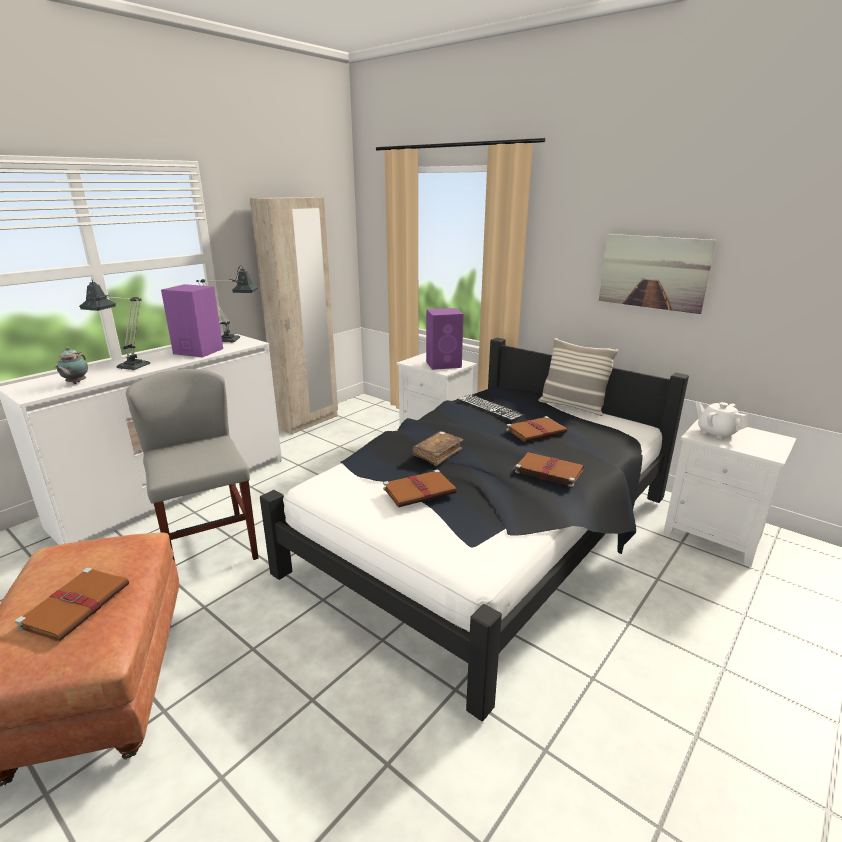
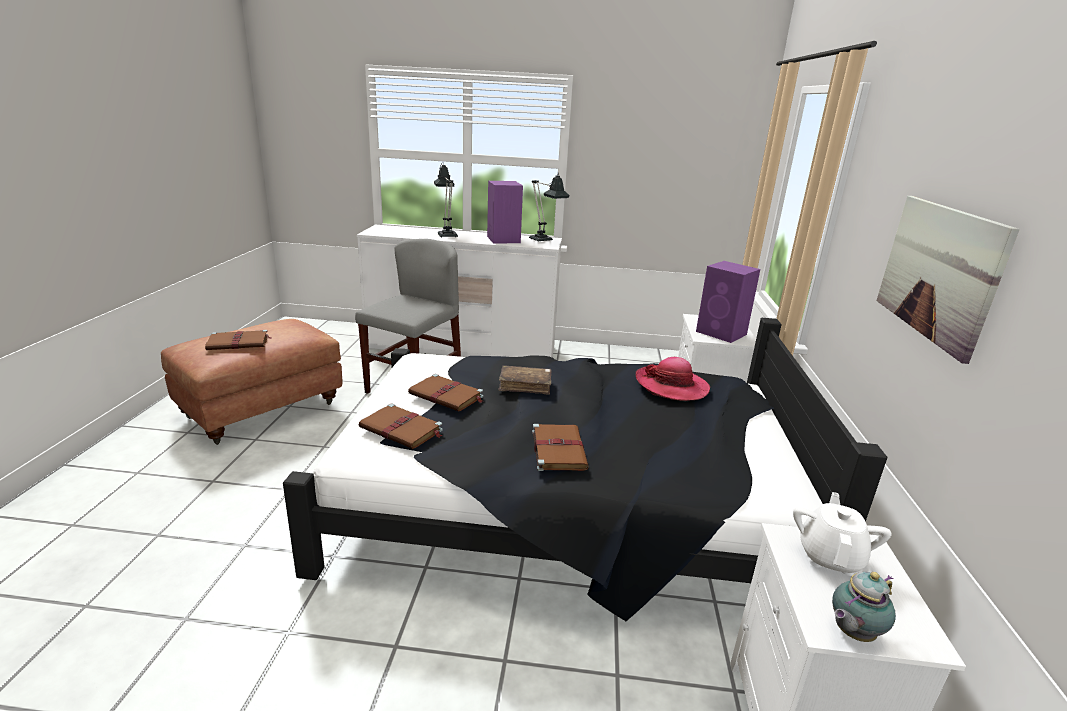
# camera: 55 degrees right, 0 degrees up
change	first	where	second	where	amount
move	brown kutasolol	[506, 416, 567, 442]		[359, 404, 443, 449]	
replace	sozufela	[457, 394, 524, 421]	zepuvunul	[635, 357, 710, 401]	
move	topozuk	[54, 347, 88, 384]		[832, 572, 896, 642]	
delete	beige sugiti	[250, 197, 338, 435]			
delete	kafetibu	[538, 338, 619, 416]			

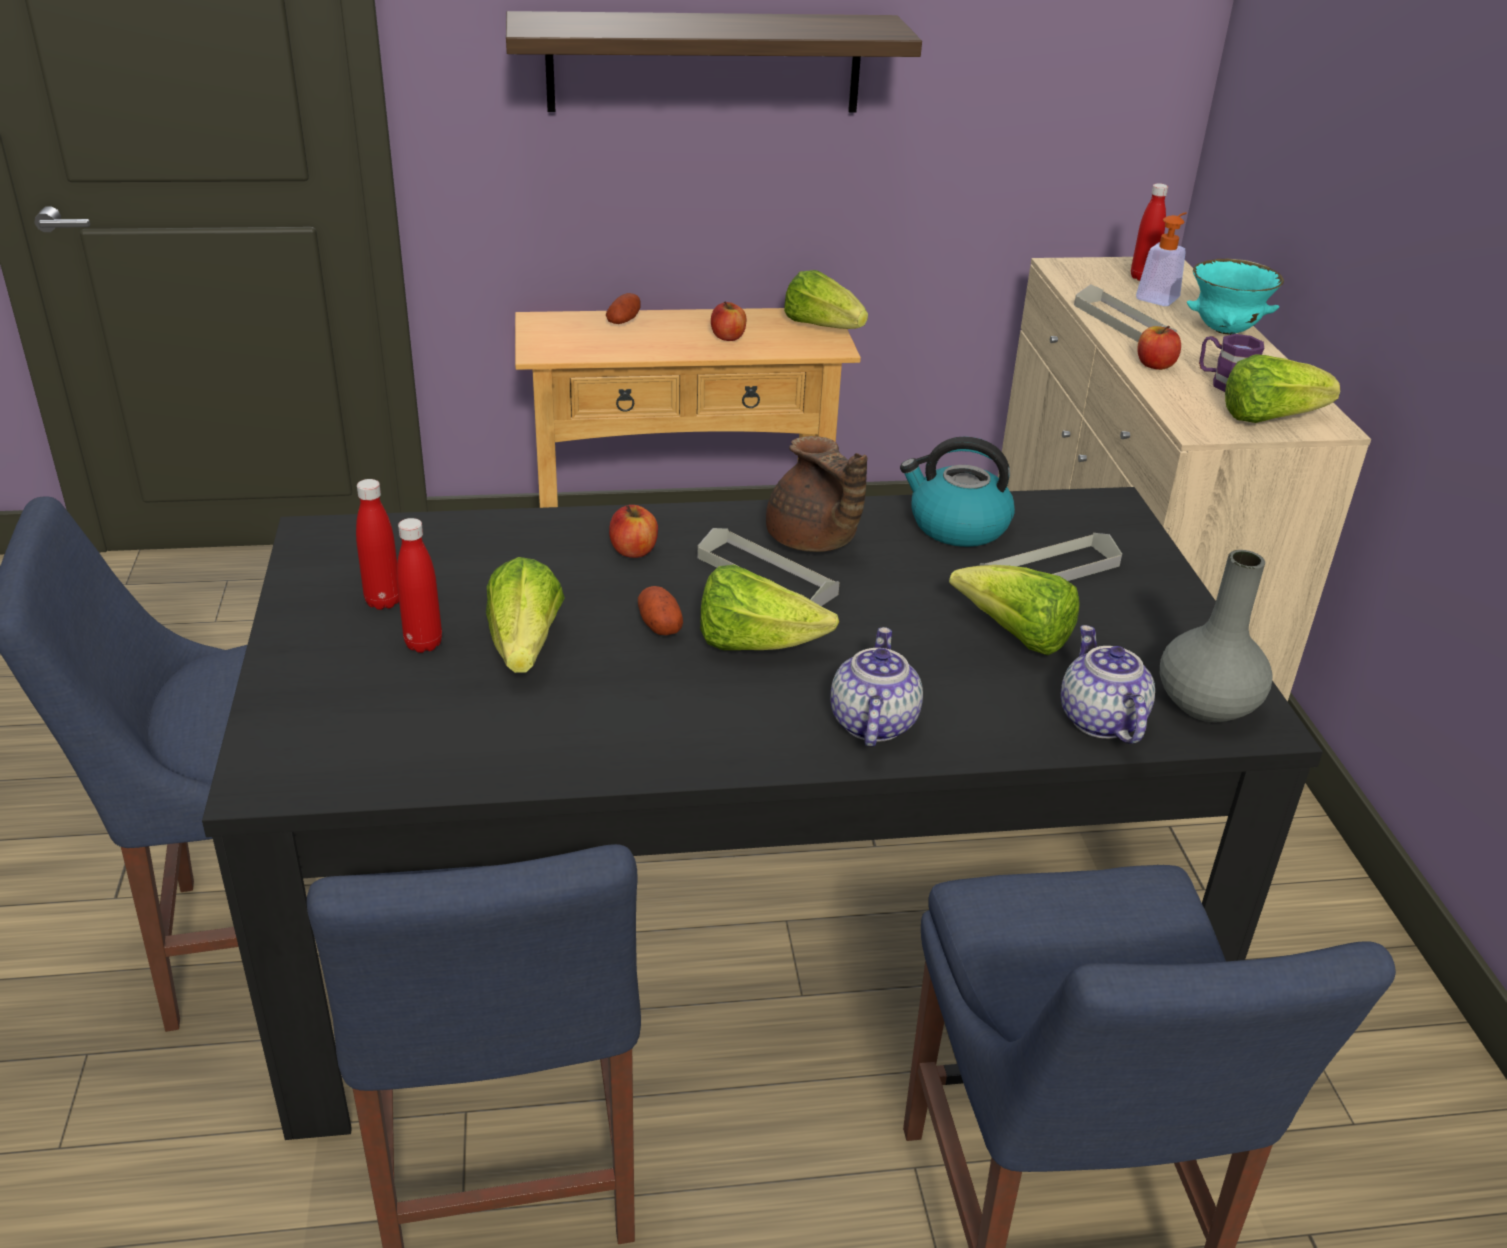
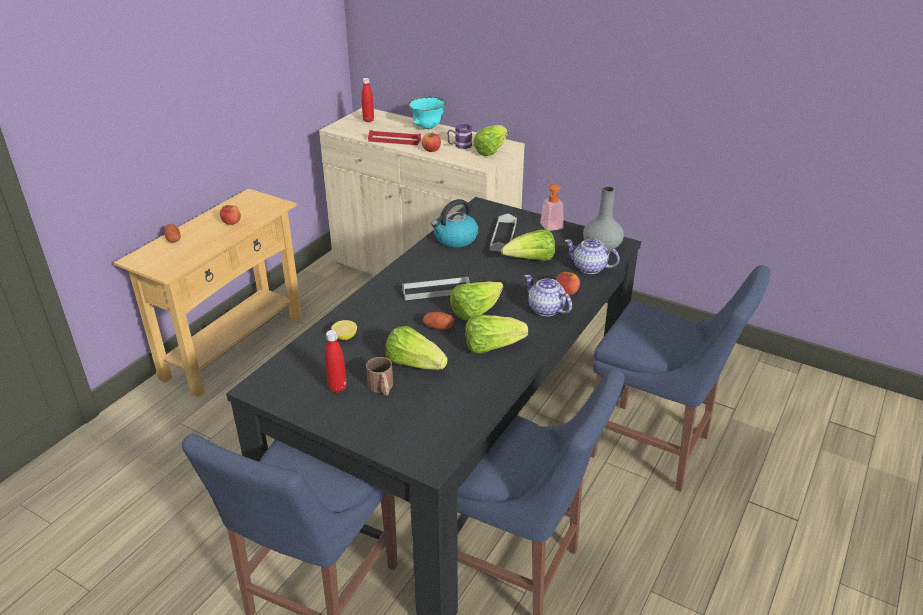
# camera: 50 degrees left, 0 degrees up
change	first	where	second	where	amount
insert			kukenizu	[331, 320, 357, 340]	
replace	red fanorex	[397, 518, 442, 653]	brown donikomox	[366, 357, 393, 396]	
recolor	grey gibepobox	[1074, 285, 1177, 342]	red gibepobox	[368, 130, 421, 145]	
move	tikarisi	[784, 270, 868, 329]		[465, 315, 528, 354]	
move	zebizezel	[1136, 212, 1187, 306]		[540, 180, 564, 231]	
move	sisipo	[609, 505, 658, 558]		[556, 272, 580, 295]	
delete	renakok	[506, 11, 922, 112]			
delete	brown topozuk	[766, 436, 867, 552]			

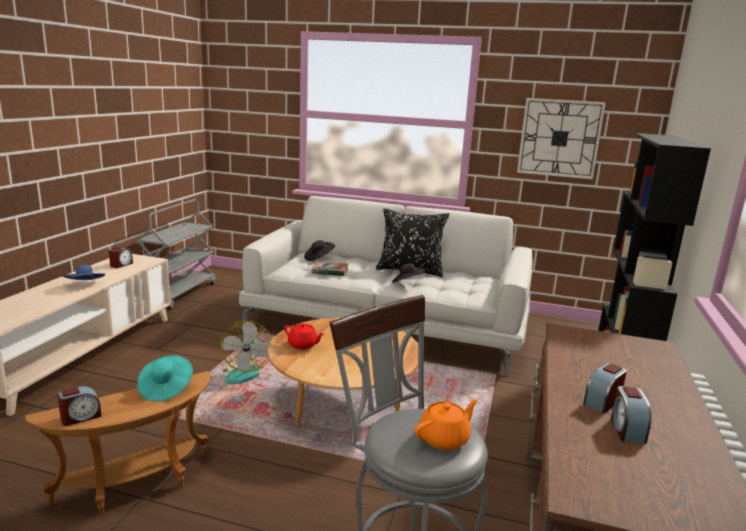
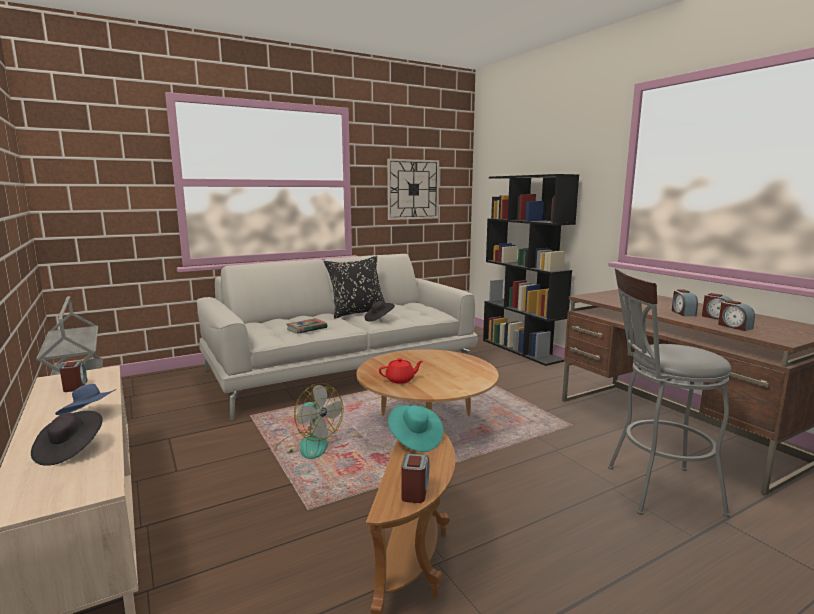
# camera: 45 degrees left, 5 degrees down
change	first	where	second	where	amount
move	black zepuvunul	[304, 240, 335, 261]		[31, 411, 103, 466]	
insert			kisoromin	[718, 300, 755, 331]	
delete	orange topozuk	[415, 399, 478, 450]			

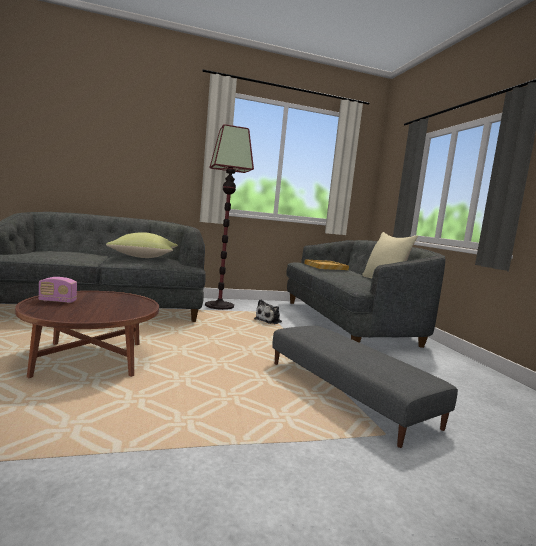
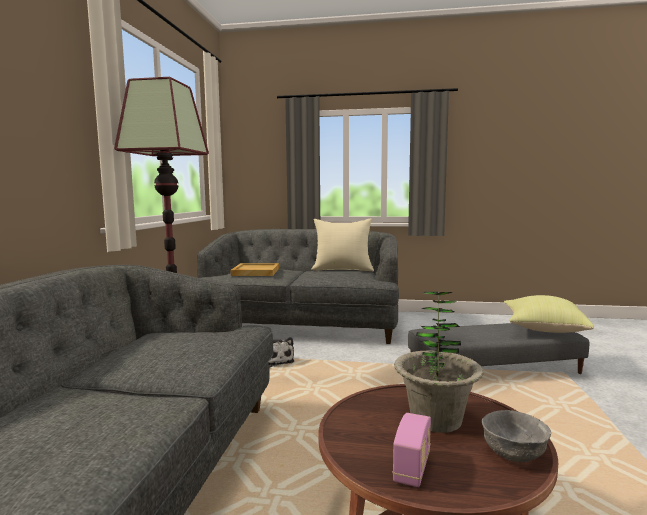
# camera: 65 degrees left, 0 degrees up
change	first	where	second	where	amount
insert			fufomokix	[394, 292, 484, 433]	
insert			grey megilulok	[482, 410, 551, 462]	
move	yellow kafetibu	[106, 232, 178, 258]		[504, 295, 594, 333]	

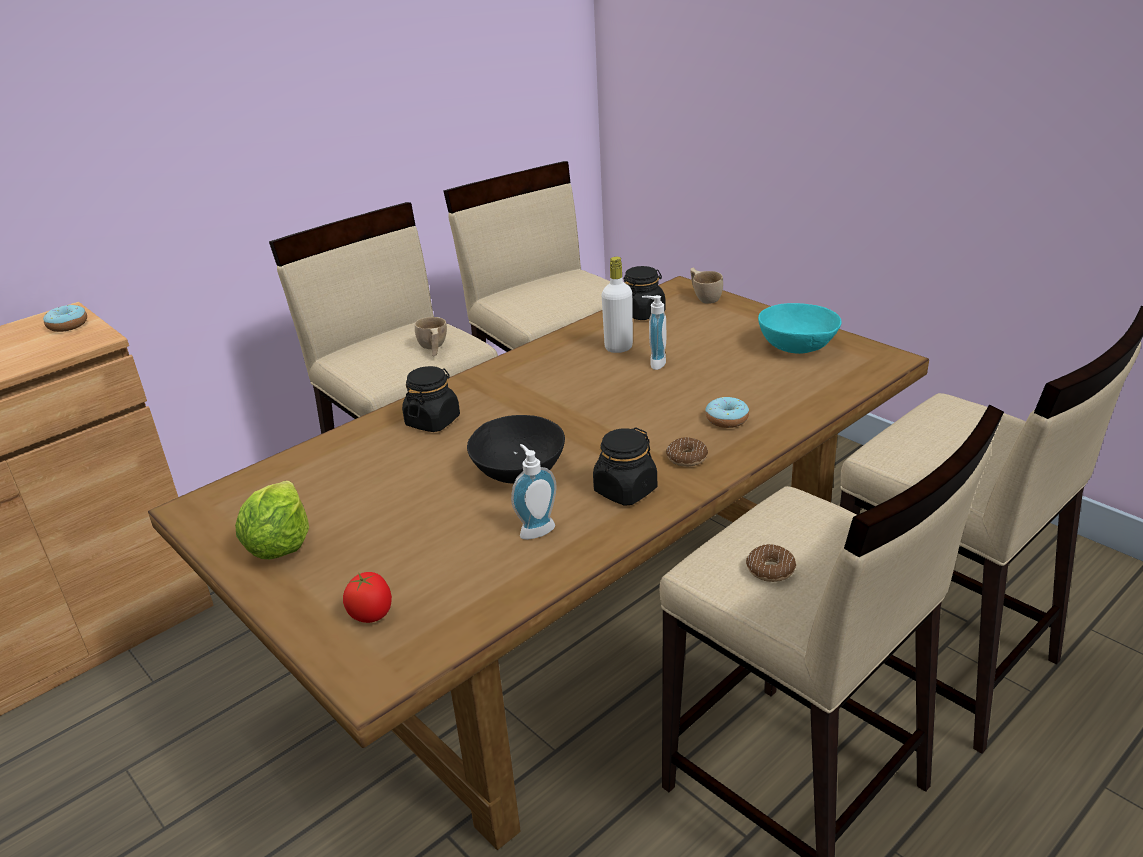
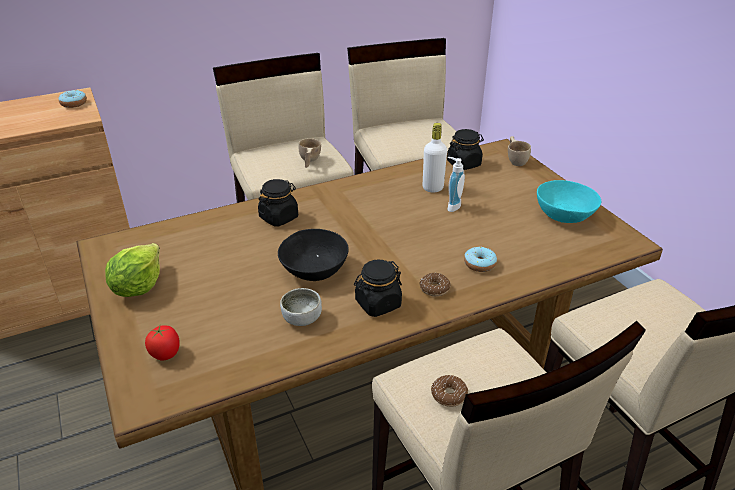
# camera: 15 degrees right, 5 degrees up
change	first	where	second	where	amount
replace	zebizezel	[511, 444, 557, 540]	megilulok	[280, 288, 322, 326]	

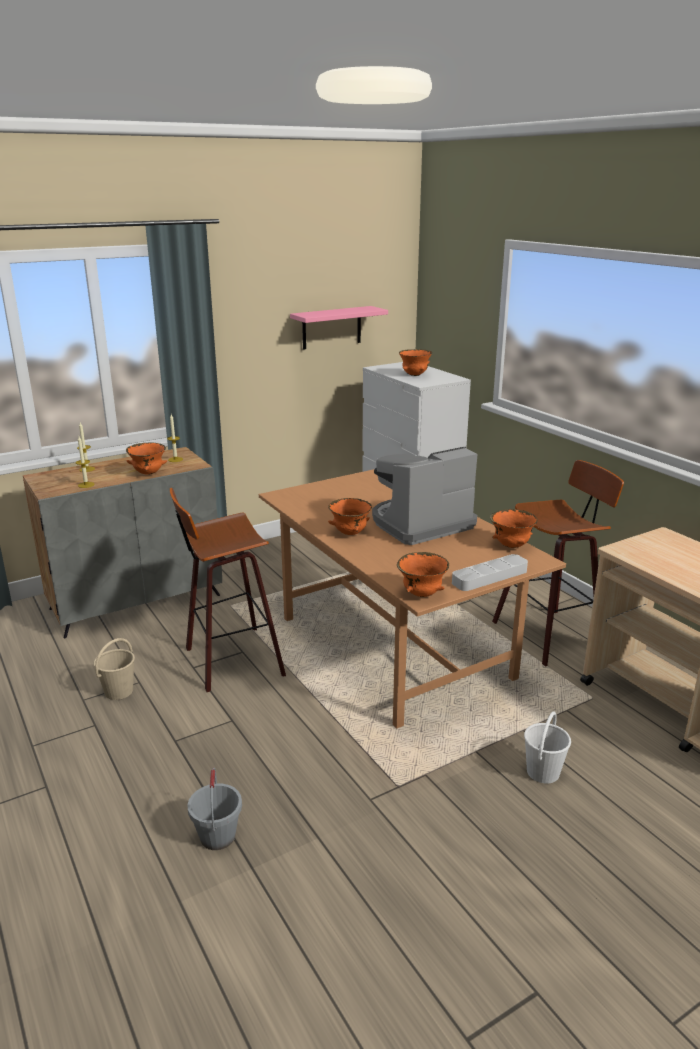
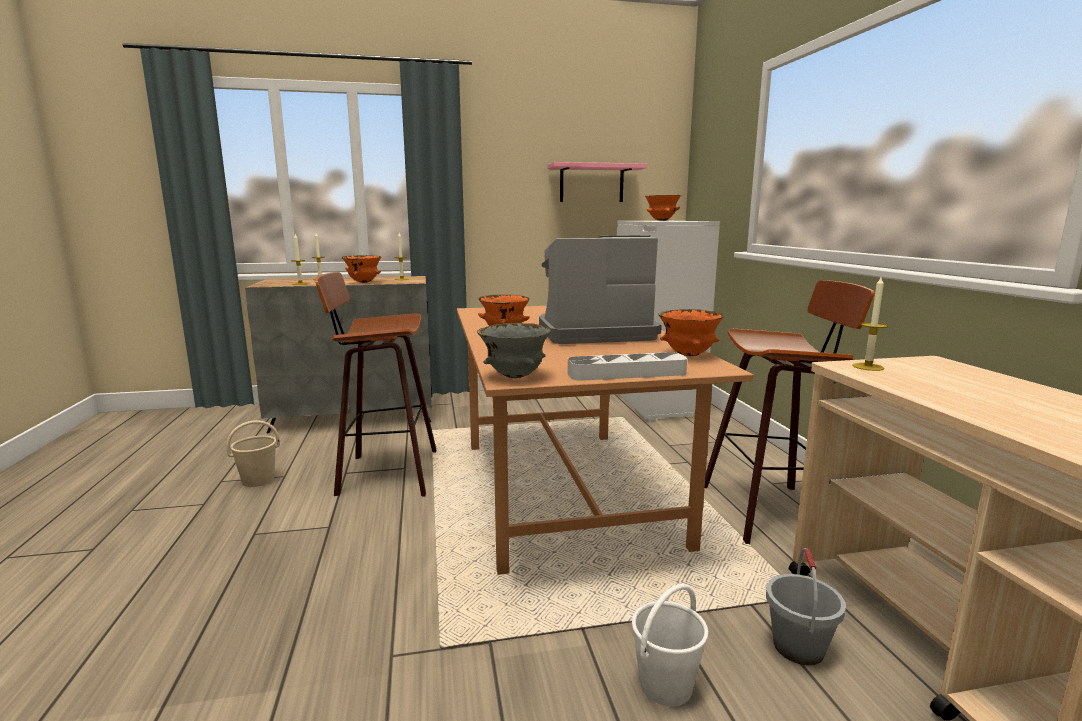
# camera: 20 degrees right, 10 degrees down
change	first	where	second	where	amount
recolor	orange megilulok	[397, 552, 449, 597]	grey megilulok	[477, 323, 551, 378]	
move	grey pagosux	[187, 767, 242, 850]		[766, 548, 846, 665]	
insert			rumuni	[852, 277, 888, 371]	

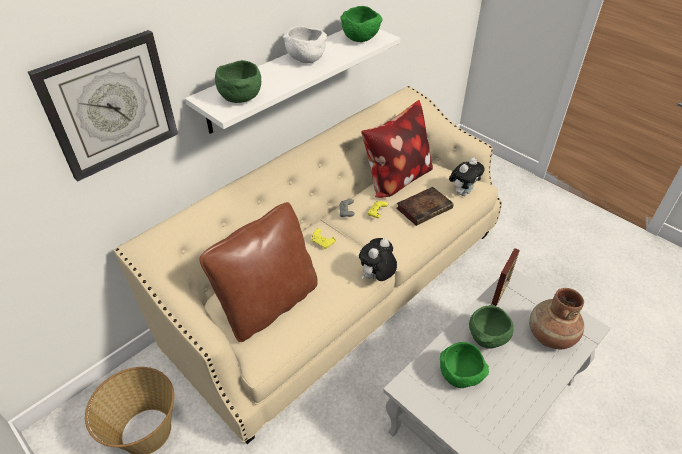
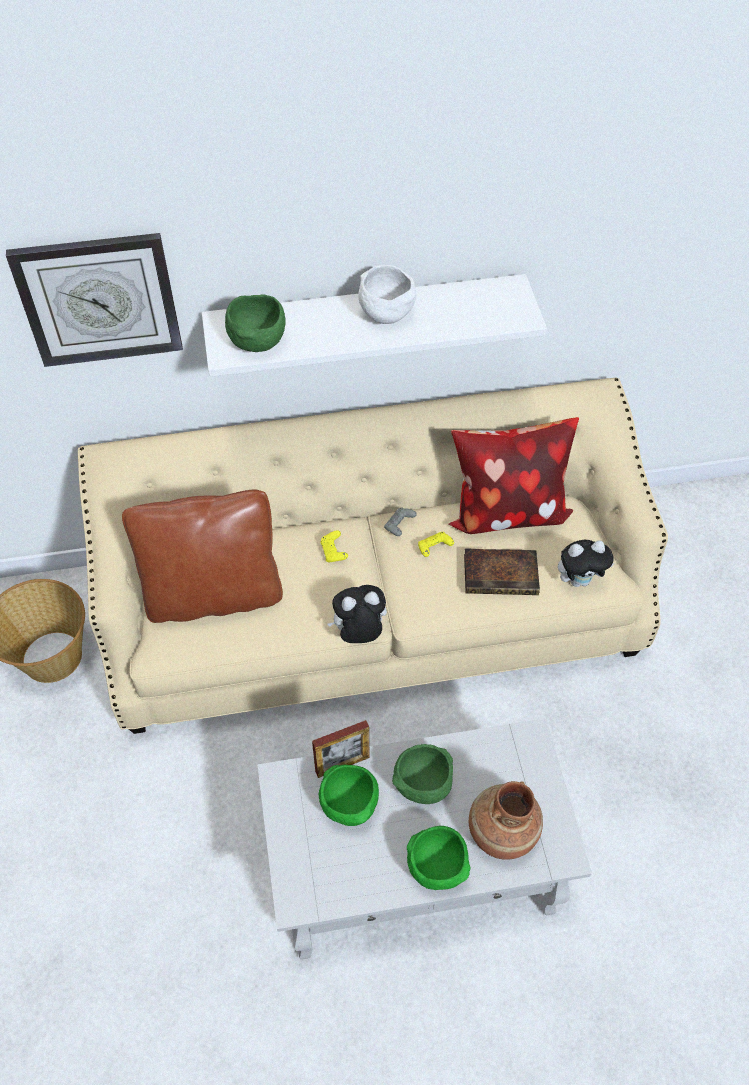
# camera: 35 degrees right, 10 degrees up
change	first	where	second	where	amount
move	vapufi	[491, 248, 520, 306]		[312, 720, 369, 778]	
move	green megilulok	[340, 6, 383, 42]		[407, 826, 471, 890]	

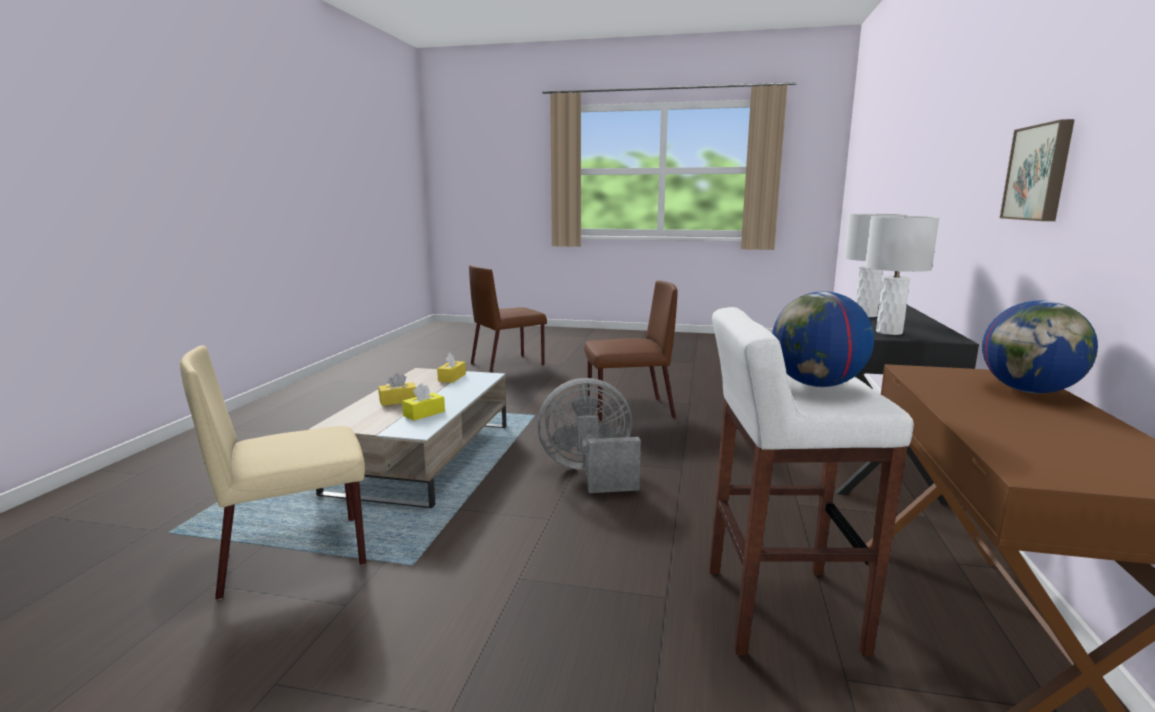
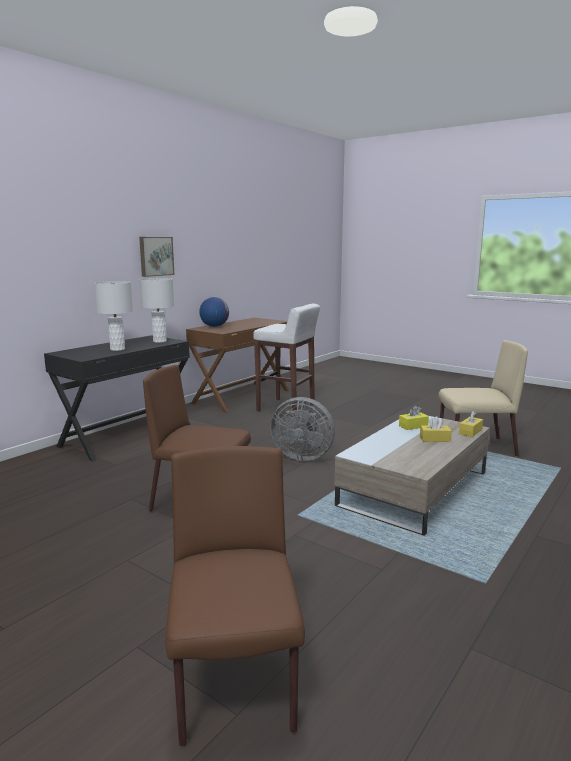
# camera: 155 degrees left, 0 degrees up
change	first	where	second	where	amount
rotate	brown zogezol	[469, 265, 547, 373]		[165, 446, 305, 747]	90 degrees counterclockwise
move	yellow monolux	[437, 353, 466, 383]		[459, 411, 483, 437]	
delete	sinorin	[772, 291, 874, 387]			

